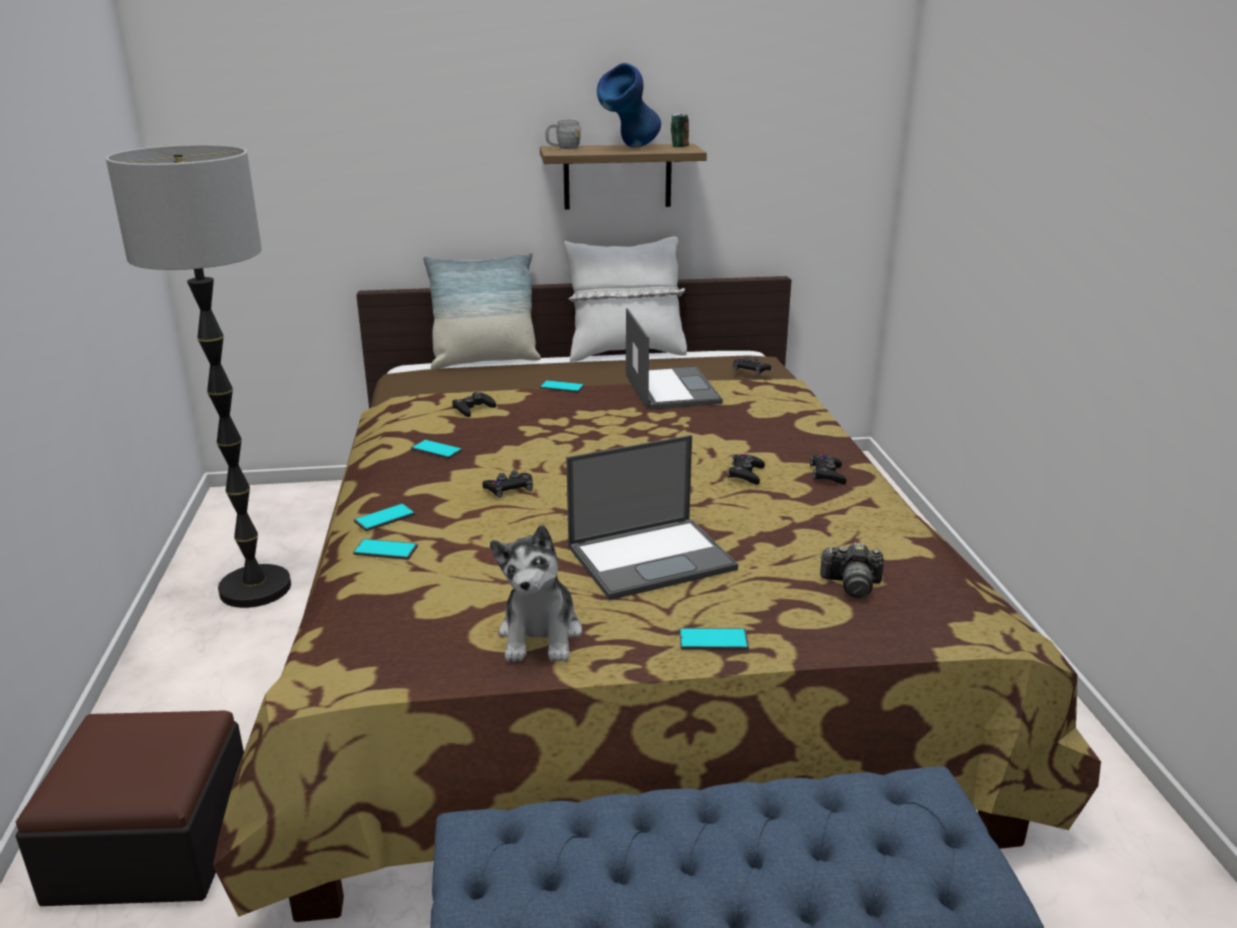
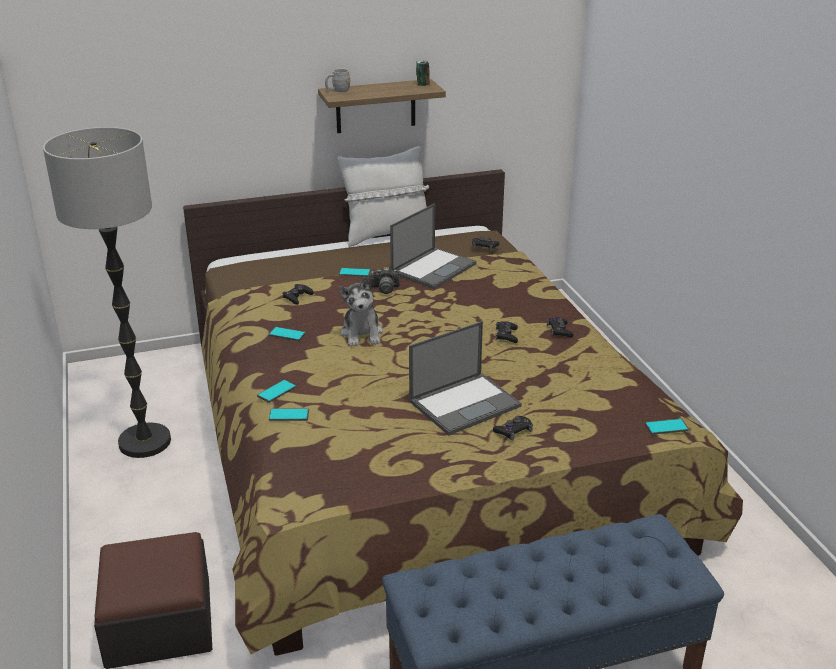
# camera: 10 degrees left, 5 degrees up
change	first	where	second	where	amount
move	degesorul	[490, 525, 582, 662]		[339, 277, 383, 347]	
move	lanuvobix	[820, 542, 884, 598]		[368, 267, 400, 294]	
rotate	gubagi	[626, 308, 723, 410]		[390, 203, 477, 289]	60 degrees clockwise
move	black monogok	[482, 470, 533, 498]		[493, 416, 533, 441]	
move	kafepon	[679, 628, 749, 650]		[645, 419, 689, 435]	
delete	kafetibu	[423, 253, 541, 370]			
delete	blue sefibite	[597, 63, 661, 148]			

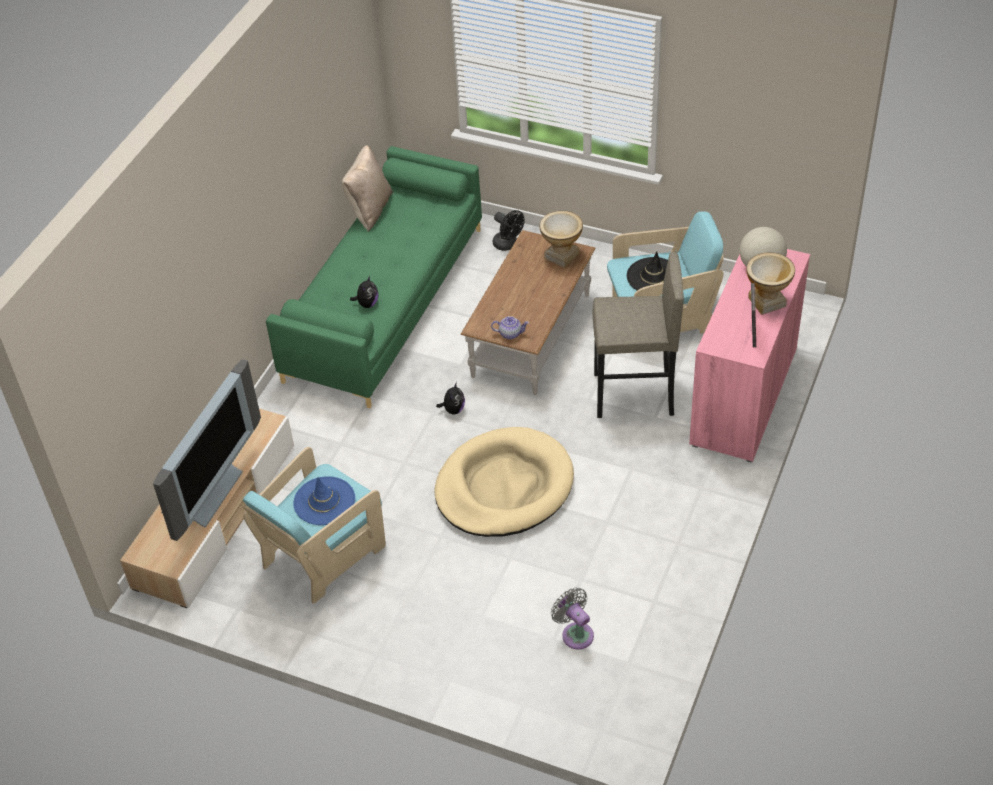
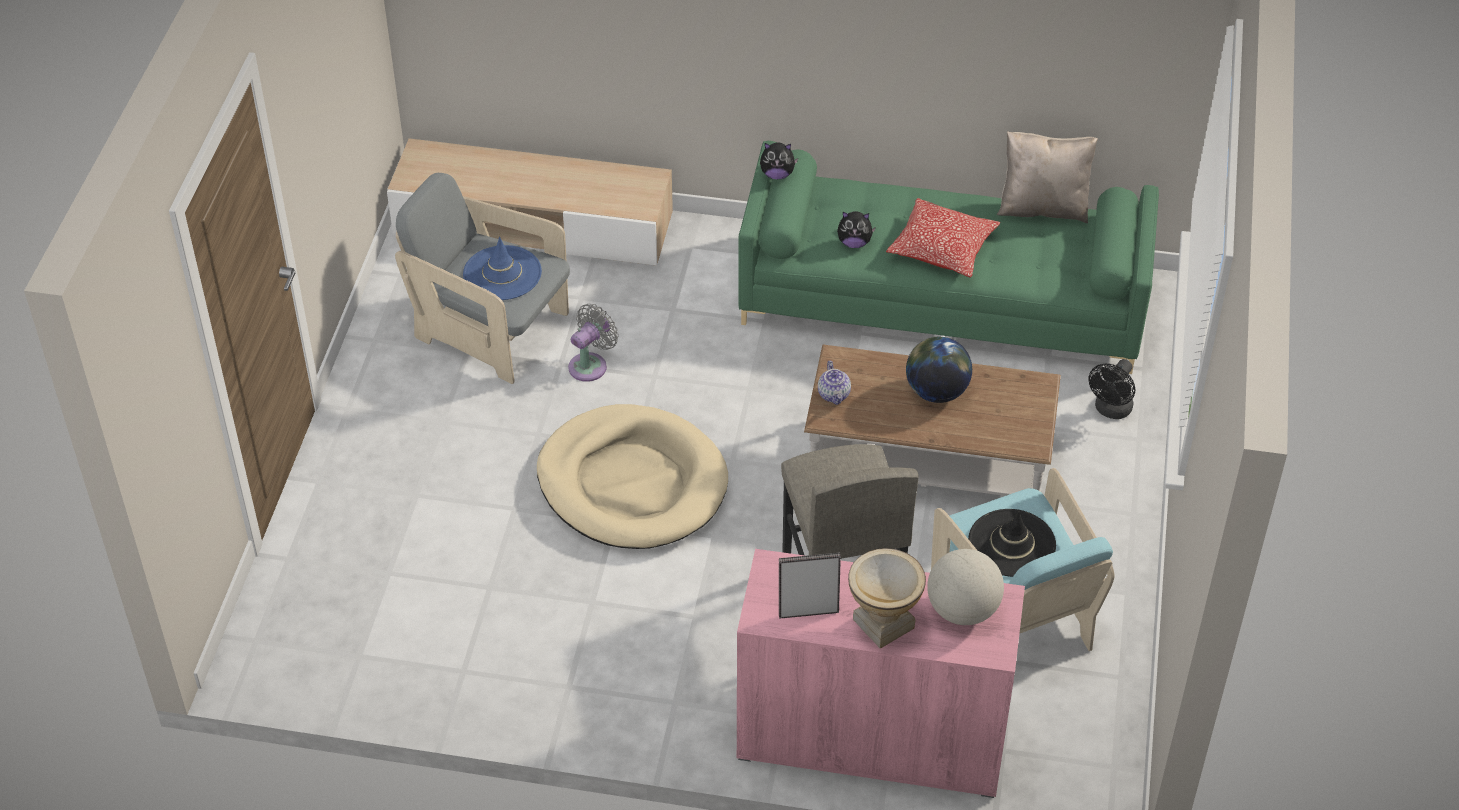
# camera: 75 degrees right, 0 degrees up
change	first	where	second	where	amount
recolor	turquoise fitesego	[243, 447, 386, 604]	grey fitesego	[395, 173, 570, 384]	
move	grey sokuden	[551, 588, 594, 650]		[568, 304, 619, 382]	
move	degesorul	[436, 382, 465, 414]		[760, 142, 798, 179]	
insert			kafetibu	[886, 198, 1000, 278]	
insert			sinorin	[906, 337, 972, 403]	
delete	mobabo	[153, 359, 261, 541]			
delete	sefibite	[539, 211, 583, 268]			

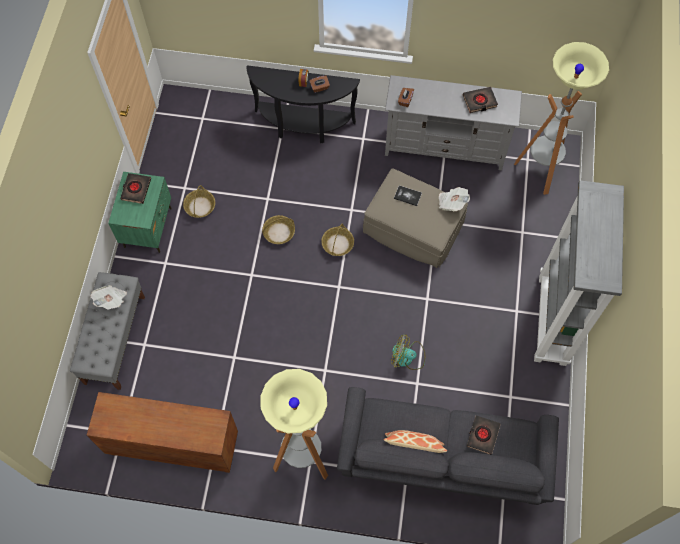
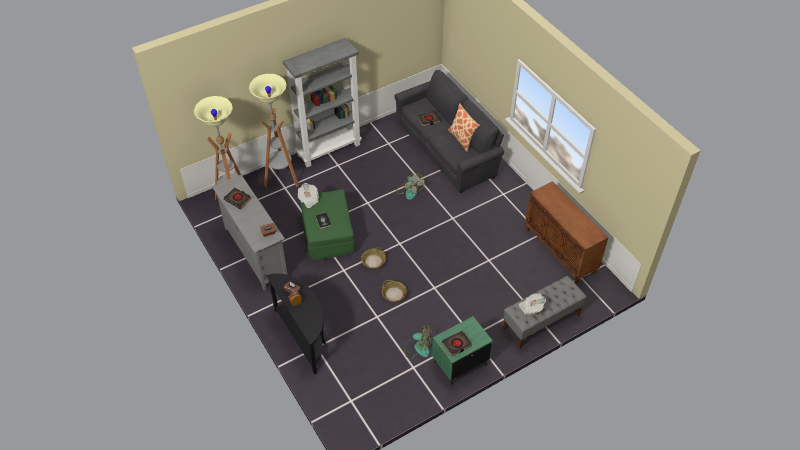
# camera: 130 degrees left, 15 degrees down
change	first	where	second	where	amount
move	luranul	[261, 369, 328, 479]		[249, 74, 299, 188]	
recolor	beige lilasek	[363, 169, 468, 268]	green lilasek	[301, 189, 355, 261]	
replace	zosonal	[183, 185, 215, 218]	sokuden	[404, 325, 432, 359]	

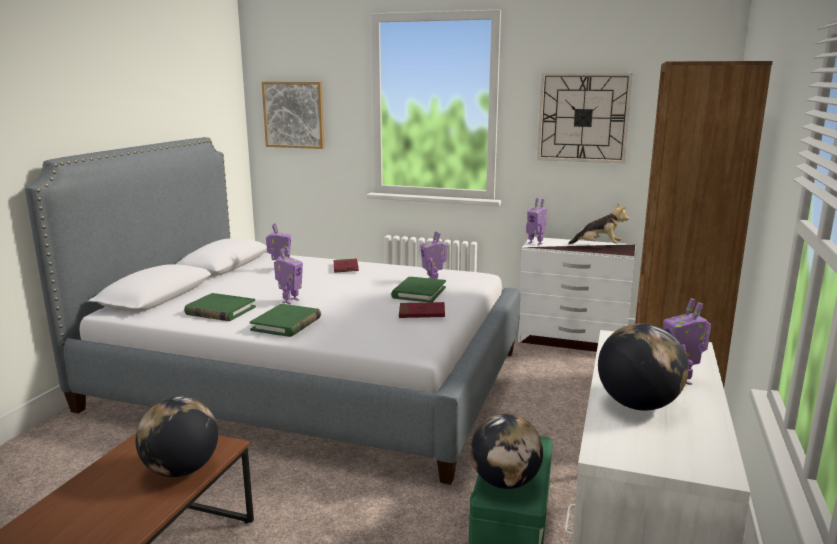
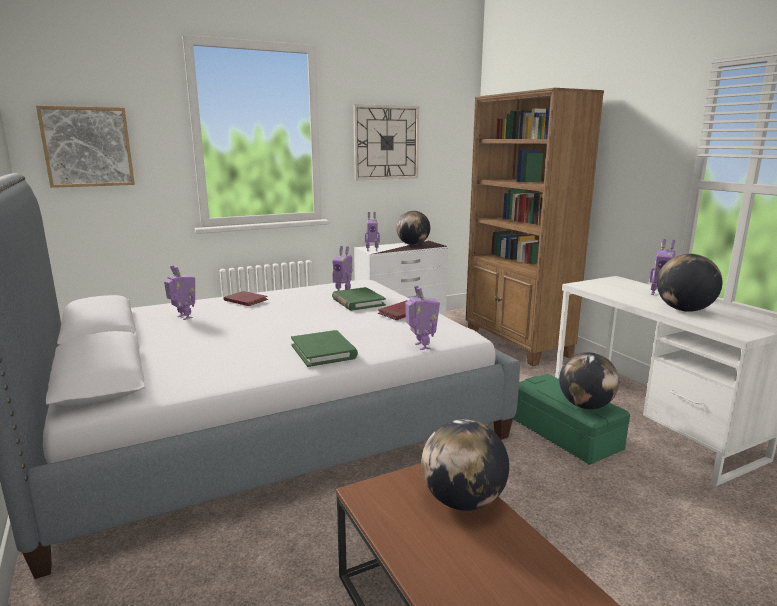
# camera: 45 degrees left, 0 degrees up
change	first	where	second	where	amount
replace	degesorul	[568, 203, 629, 244]	sinorin	[396, 211, 430, 245]	
move	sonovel	[274, 247, 303, 304]		[405, 285, 440, 350]	
delete	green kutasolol	[184, 293, 256, 321]			

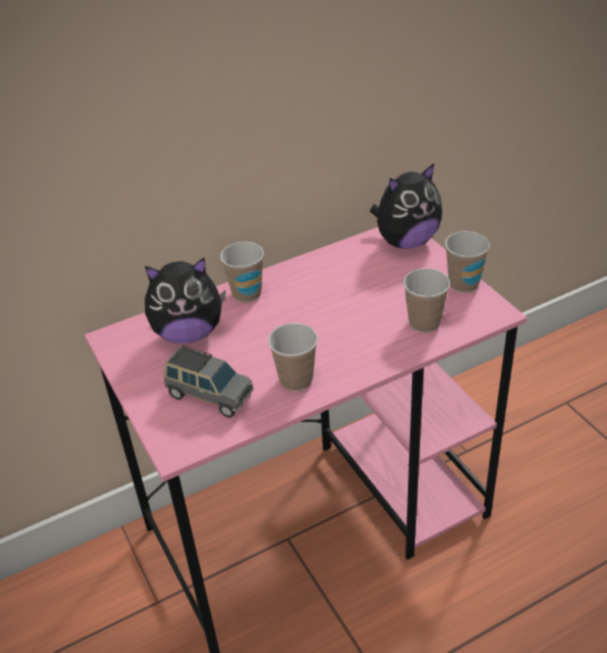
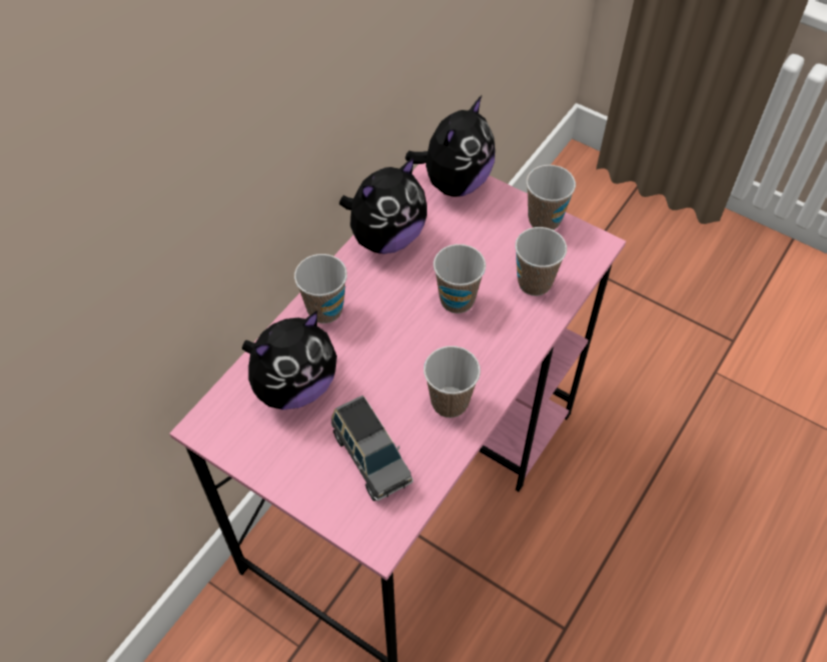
# camera: 30 degrees left, 15 degrees up
change	first	where	second	where	amount
rotate	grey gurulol	[164, 345, 254, 418]		[331, 395, 413, 501]	60 degrees clockwise
insert			degesorul	[339, 157, 427, 254]	
insert			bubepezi	[433, 244, 486, 314]	

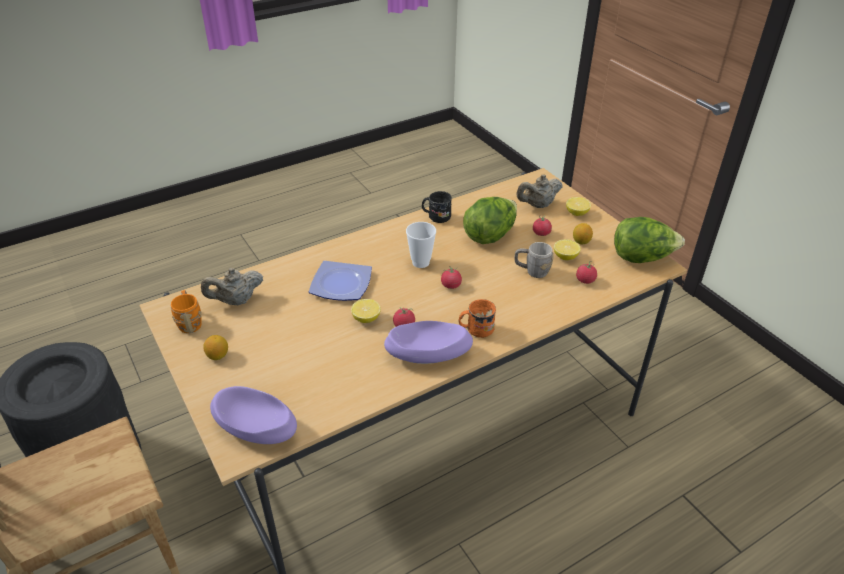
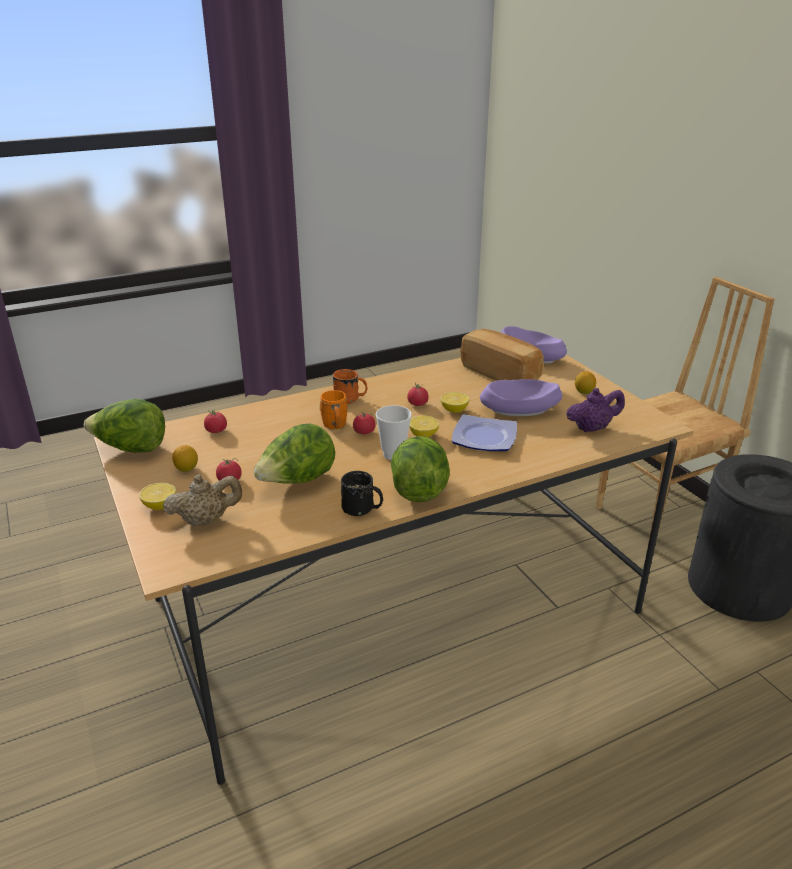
# camera: 175 degrees left, 10 degrees down
change	first	where	second	where	amount
move	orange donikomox	[171, 290, 202, 333]		[320, 390, 348, 429]	
insert			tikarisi	[391, 436, 450, 502]	
move	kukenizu	[554, 239, 581, 260]		[409, 415, 439, 437]	
insert			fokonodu	[460, 329, 543, 381]	
move	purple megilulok	[384, 321, 473, 364]		[480, 379, 562, 416]	
recolor	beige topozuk	[201, 268, 263, 305]	purple topozuk	[566, 388, 625, 432]	
delete	grey donikomox	[514, 242, 554, 278]			

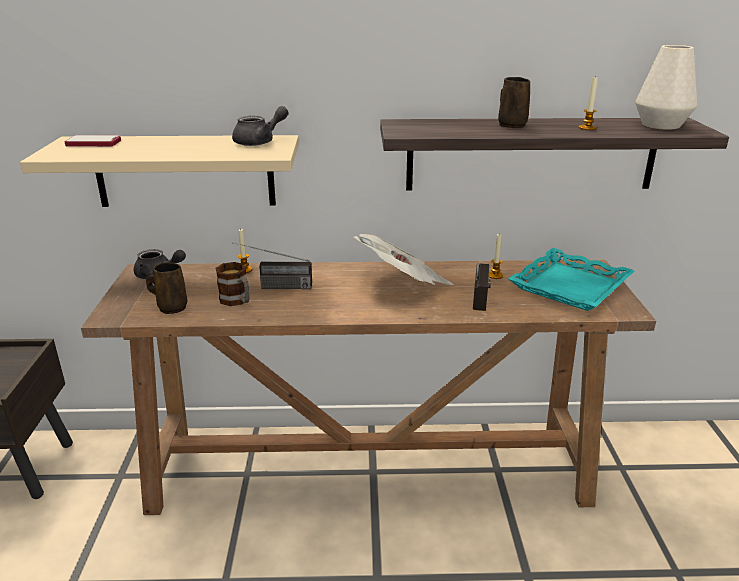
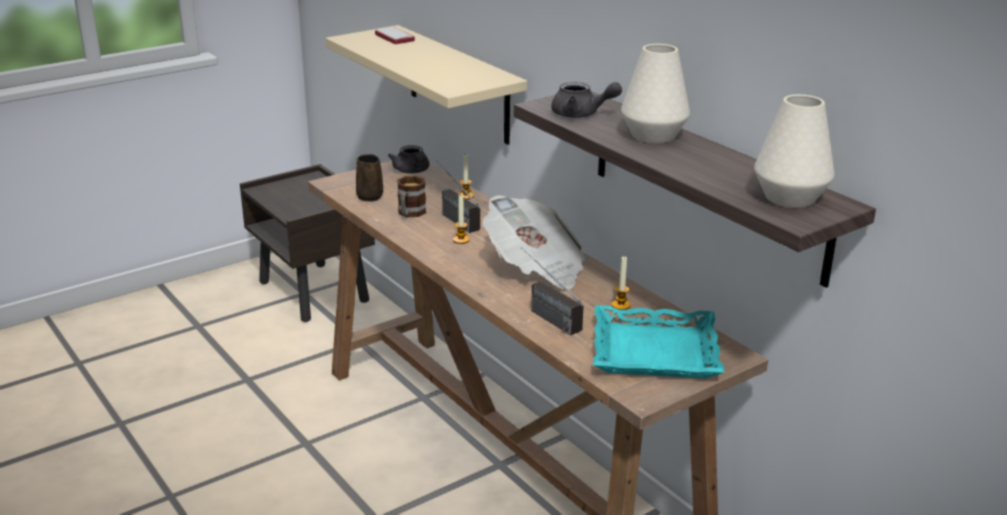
# camera: 55 degrees right, 0 degrees up
change	first	where	second	where	amount
move	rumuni	[579, 75, 598, 130]		[453, 195, 470, 244]	
rotate	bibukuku	[473, 263, 491, 311]		[521, 247, 584, 335]	75 degrees clockwise
move	grey topozuk	[232, 106, 289, 146]		[551, 82, 622, 118]	
replace	brown donikomox	[498, 77, 530, 128]	white sefibite	[621, 44, 690, 143]	

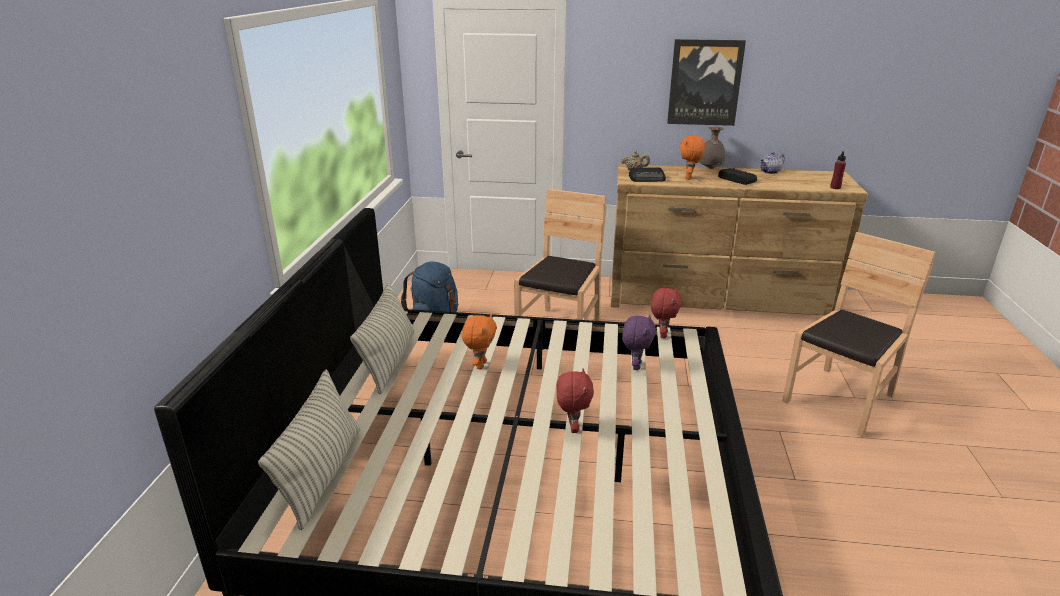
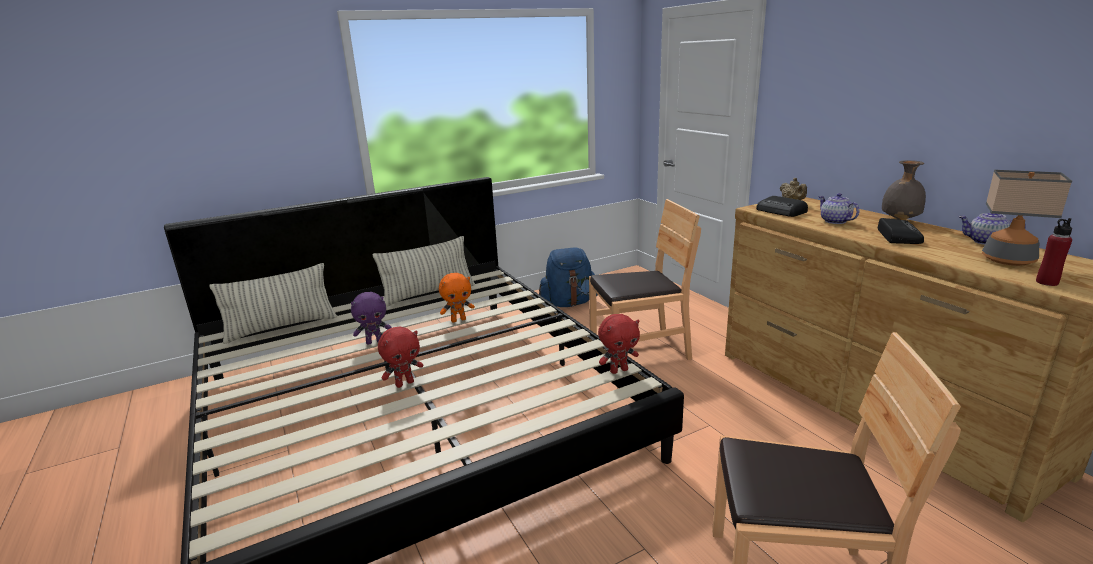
# camera: 55 degrees right, 5 degrees down
change	first	where	second	where	amount
move	purple degesorul	[622, 315, 656, 370]		[351, 292, 392, 345]	
replace	orange degesorul	[680, 136, 705, 180]	topozuk	[818, 193, 859, 224]	
insert			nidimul	[982, 170, 1072, 266]	
delete	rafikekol	[667, 39, 746, 126]			

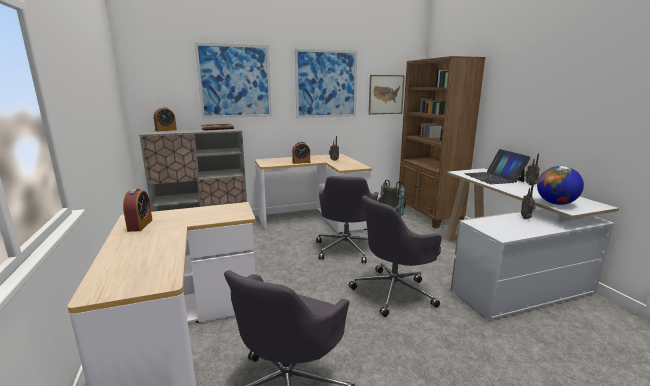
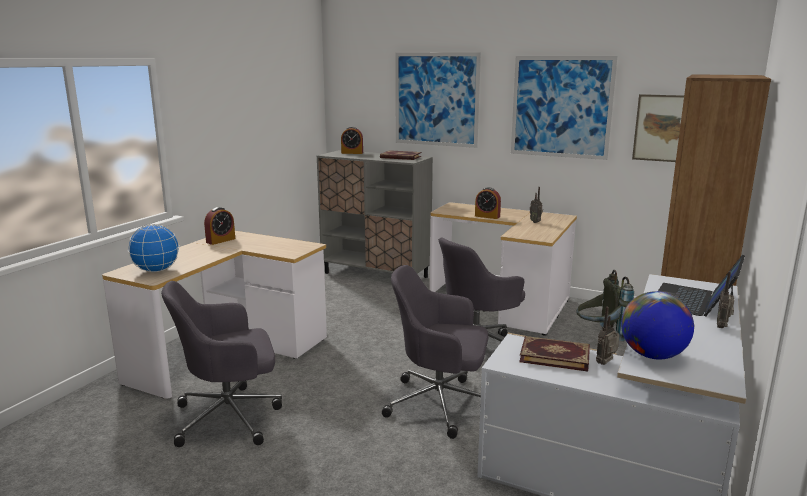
# camera: 45 degrees right, 0 degrees up
change	first	where	second	where	amount
insert			sinorin	[128, 224, 180, 272]	
insert			kutasolol	[519, 336, 590, 372]	

